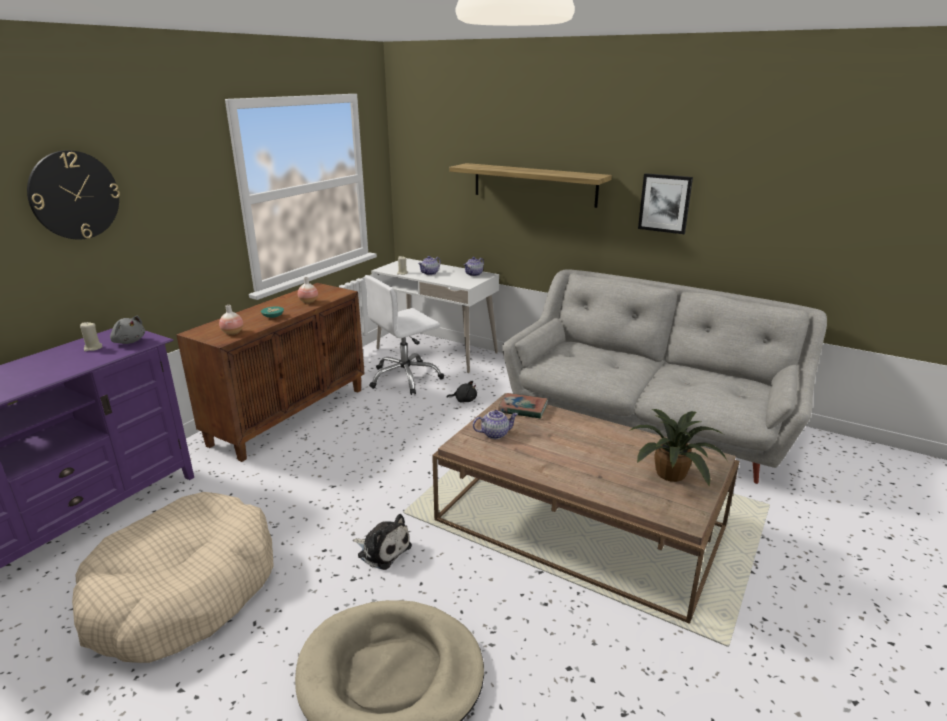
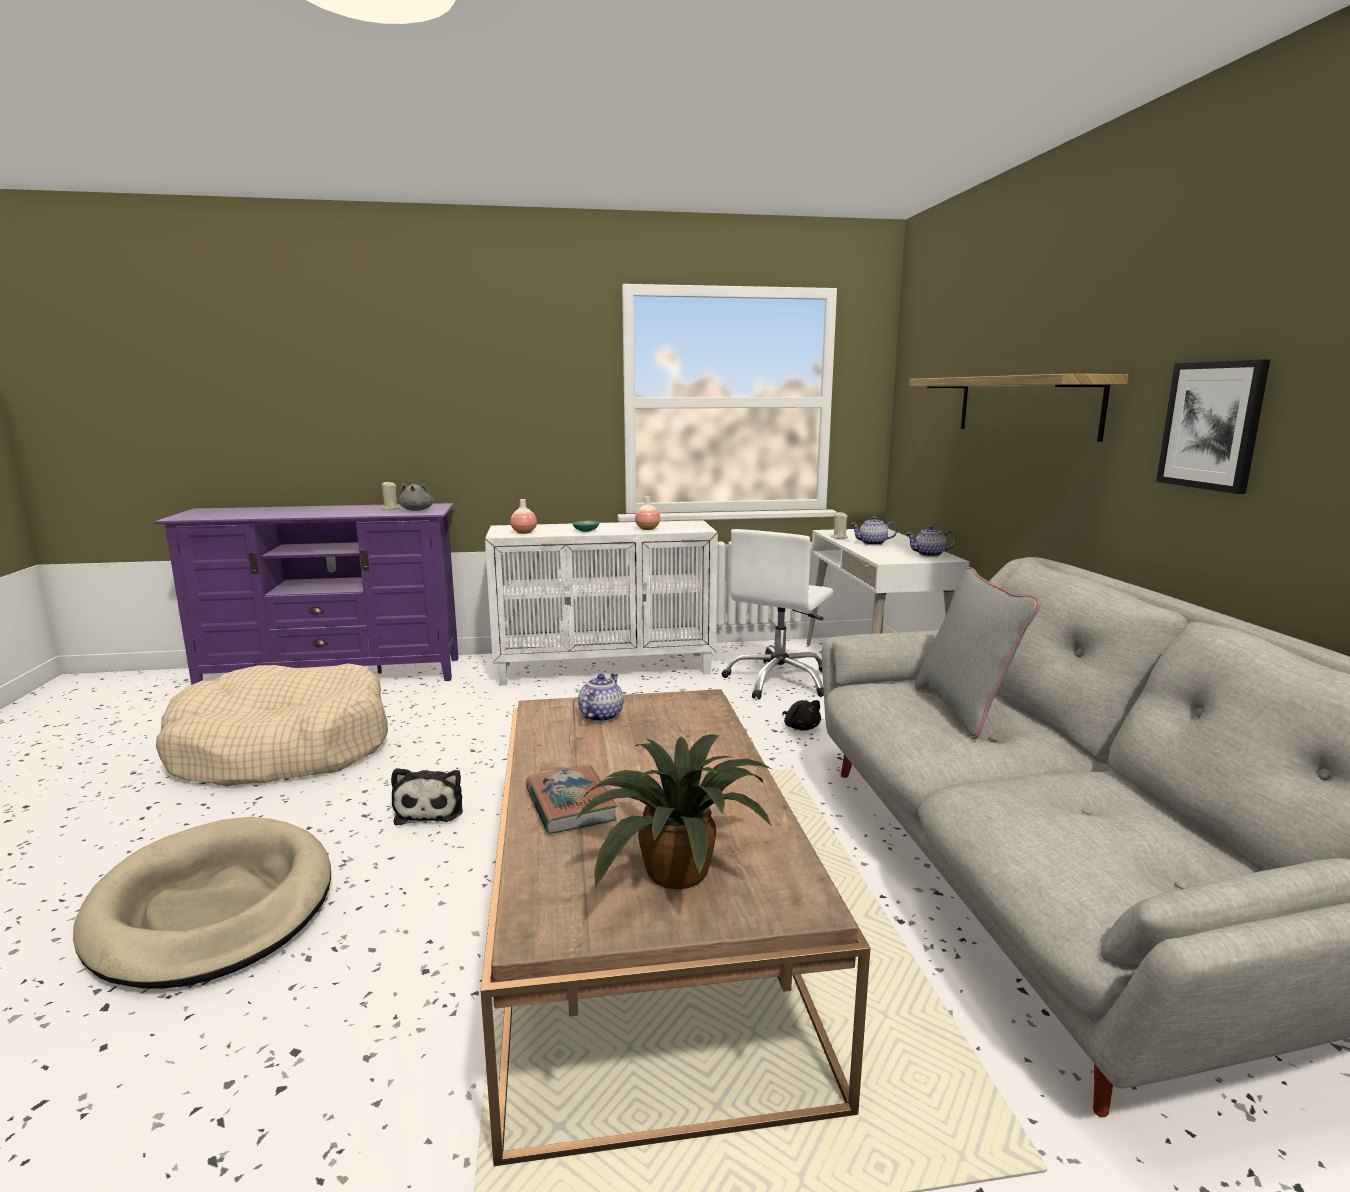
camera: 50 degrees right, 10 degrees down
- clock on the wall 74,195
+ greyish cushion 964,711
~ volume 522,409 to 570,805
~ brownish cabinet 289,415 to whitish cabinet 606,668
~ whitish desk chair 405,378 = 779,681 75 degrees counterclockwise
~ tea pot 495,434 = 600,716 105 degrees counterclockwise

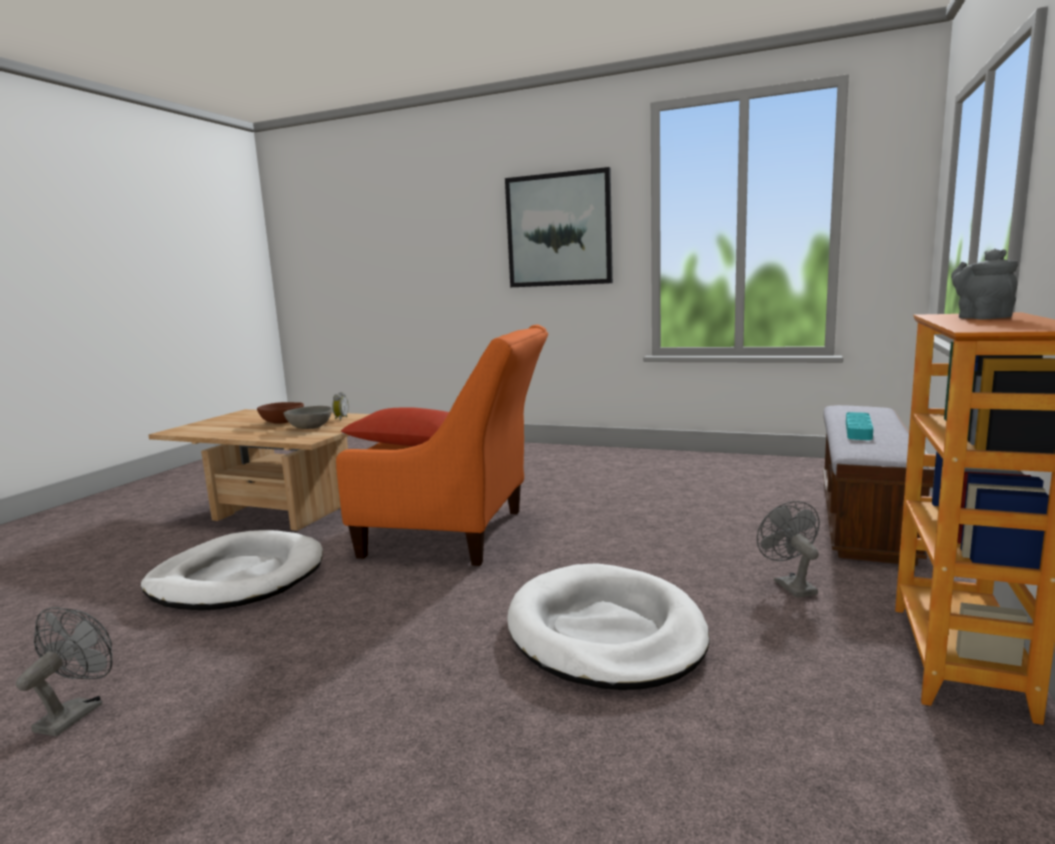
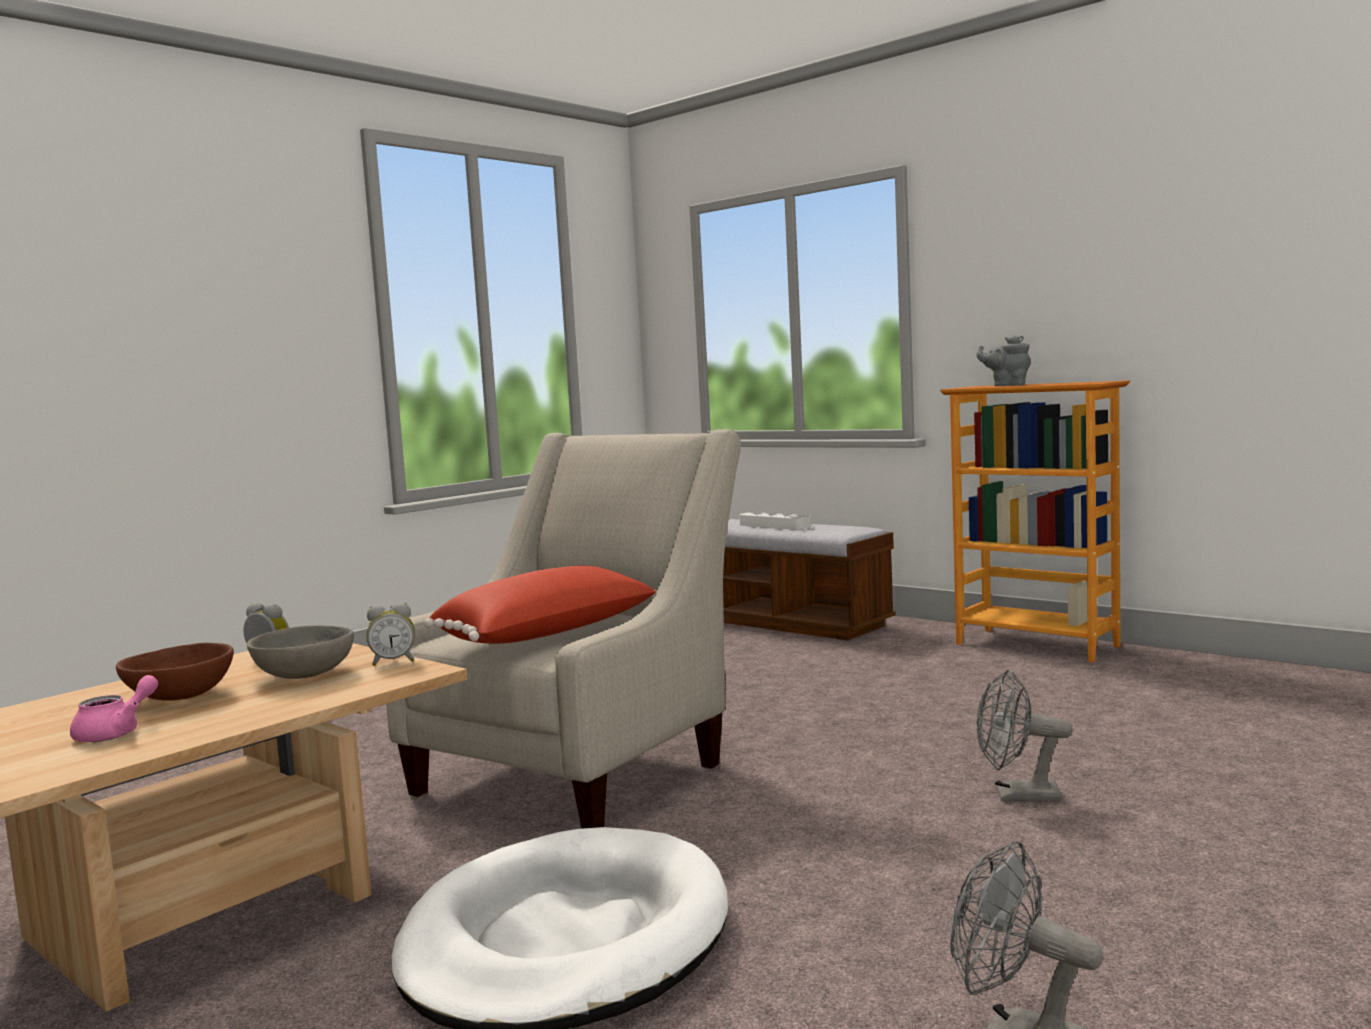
camera: 70 degrees left, 5 degrees down
- picture 559,230
- whitish dog cushion 605,632
+ pinkish tea pot 116,733
+ bedside clock 393,662
~ greyish cooling fan 790,585 to 1017,796
~ orange easy chair 457,534 to beige-coloured easy chair 582,771
~ turquoise tray 858,430 to whitish tray 774,525

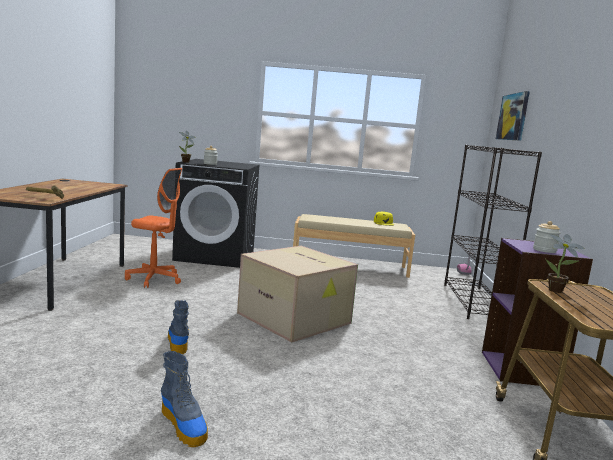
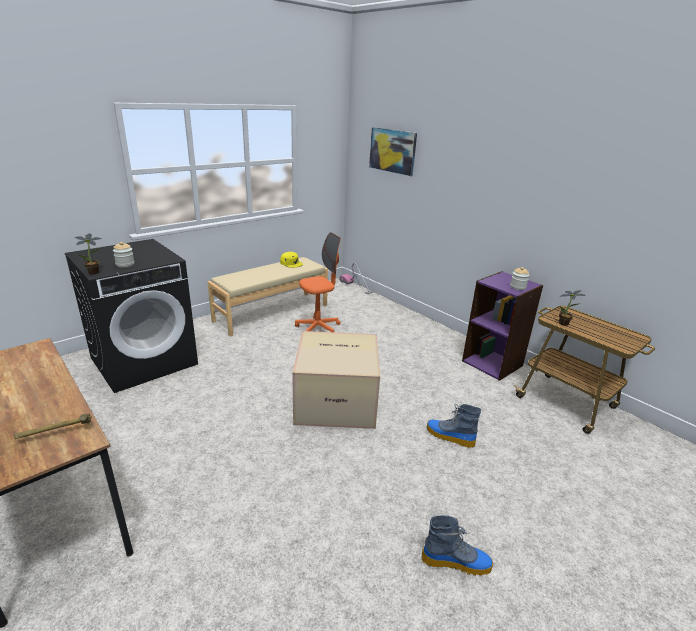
camera: 45 degrees left, 15 degrees up
- blackish bookshelf 474,302
~ orange desk chair 154,279 to 318,328
~ high-top boot 178,342 to 449,436

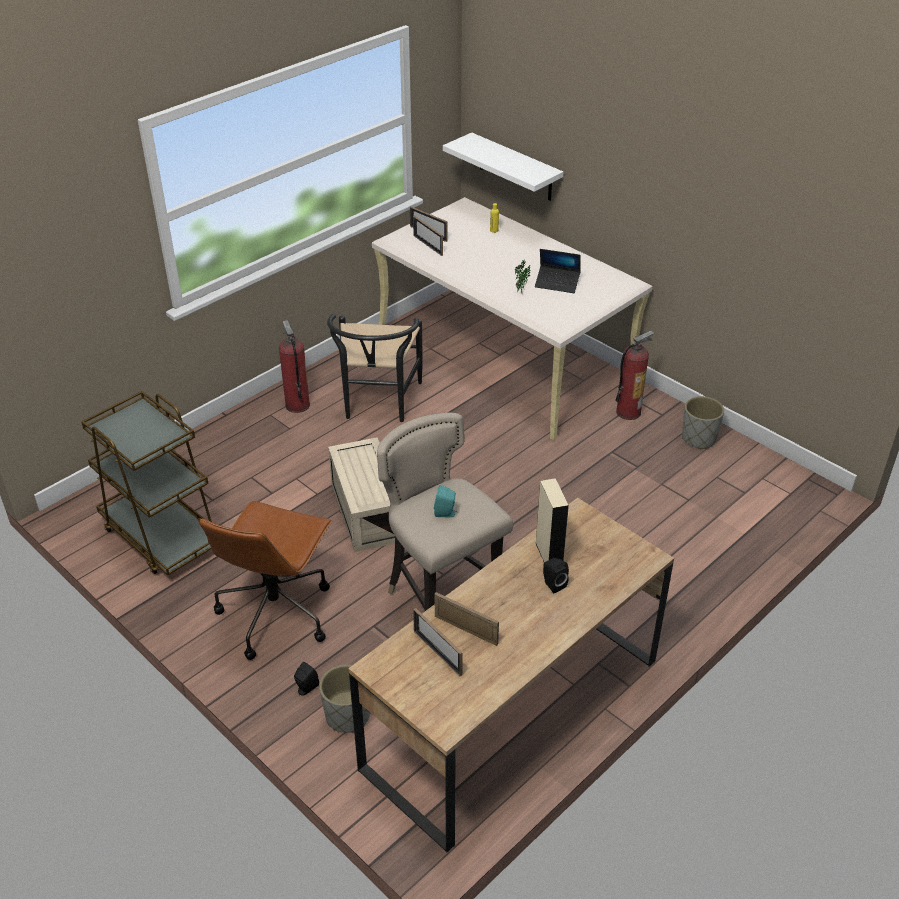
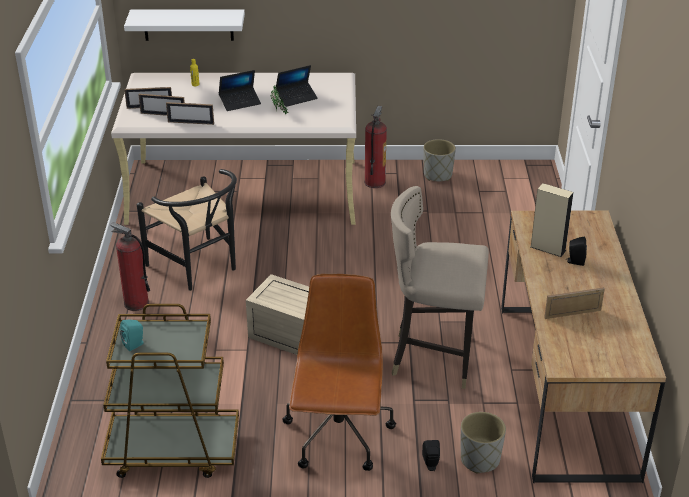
camera: 45 degrees left, 5 degrees down
+ portable computer 240,102
~ picture frame 437,652 to 191,123
~ turquoise loudspeaker 446,513 to 135,344
~ brownish desk chair 276,612 = 338,437 150 degrees counterclockwise

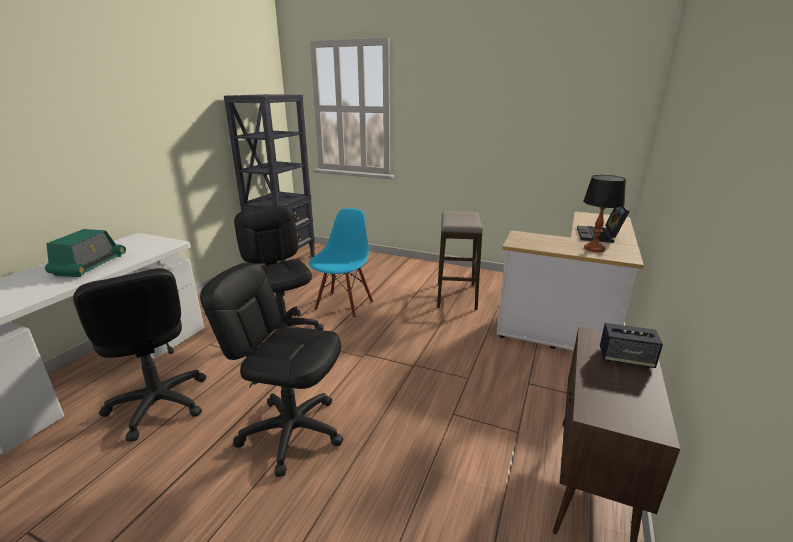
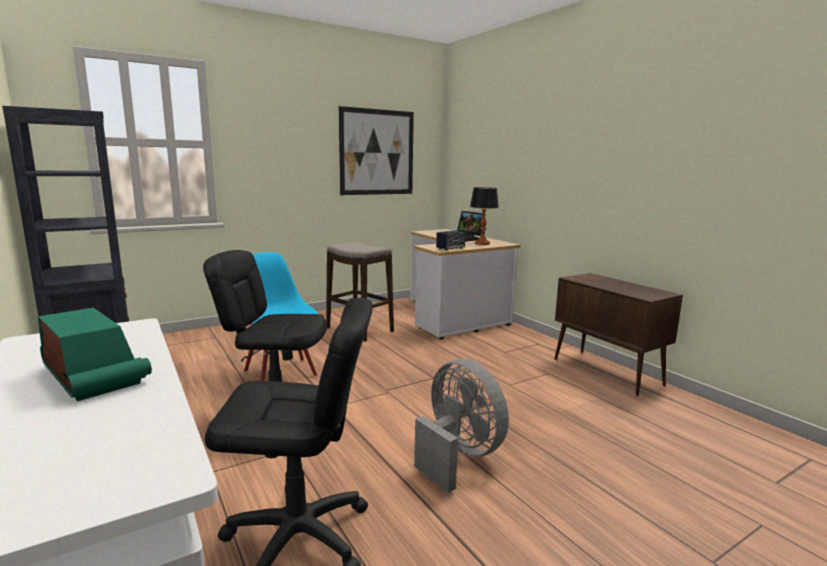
camera: 55 degrees left, 10 degrees down
+ picture 377,152
~ loudspeaker 625,359 to 450,248
~ blackish desk chair 292,431 to greyish cooling fan 458,456

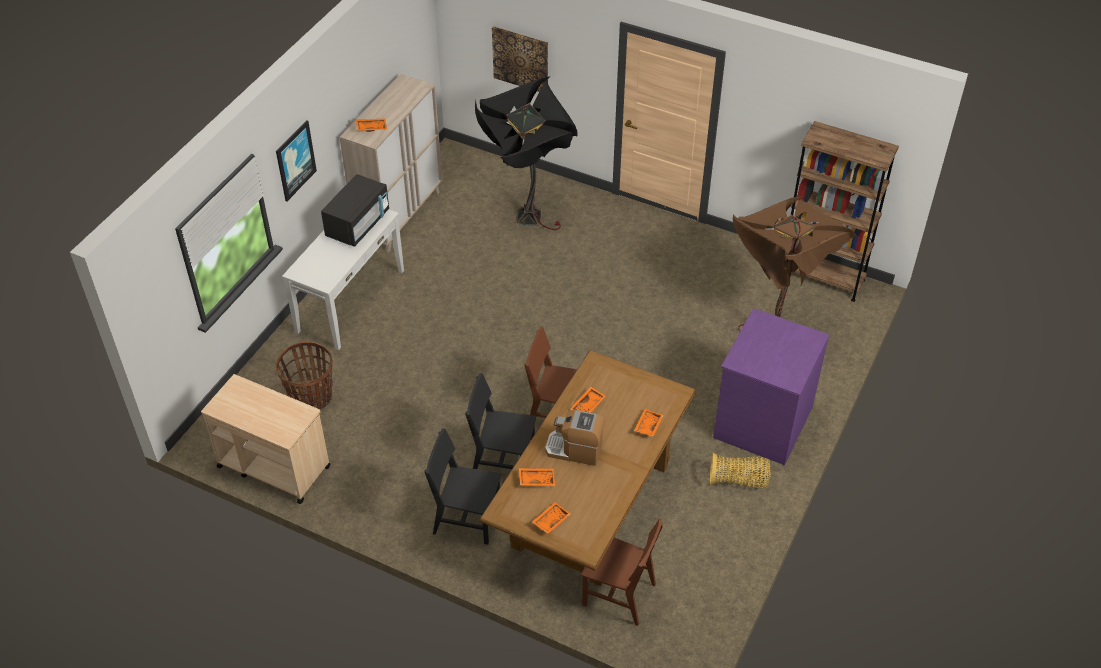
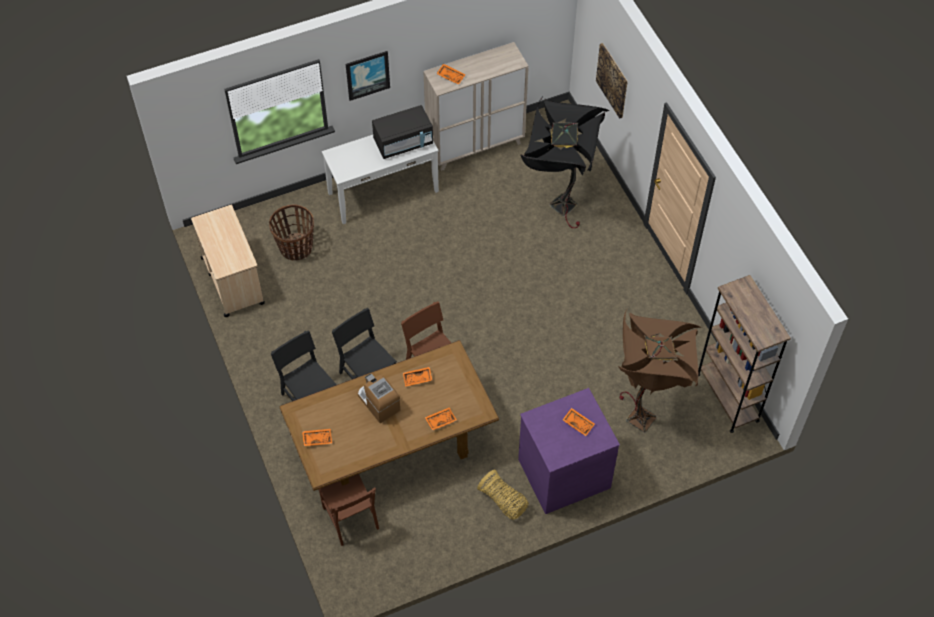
camera: 40 degrees right, 10 degrees up
~ orange tray 536,479 to 578,423

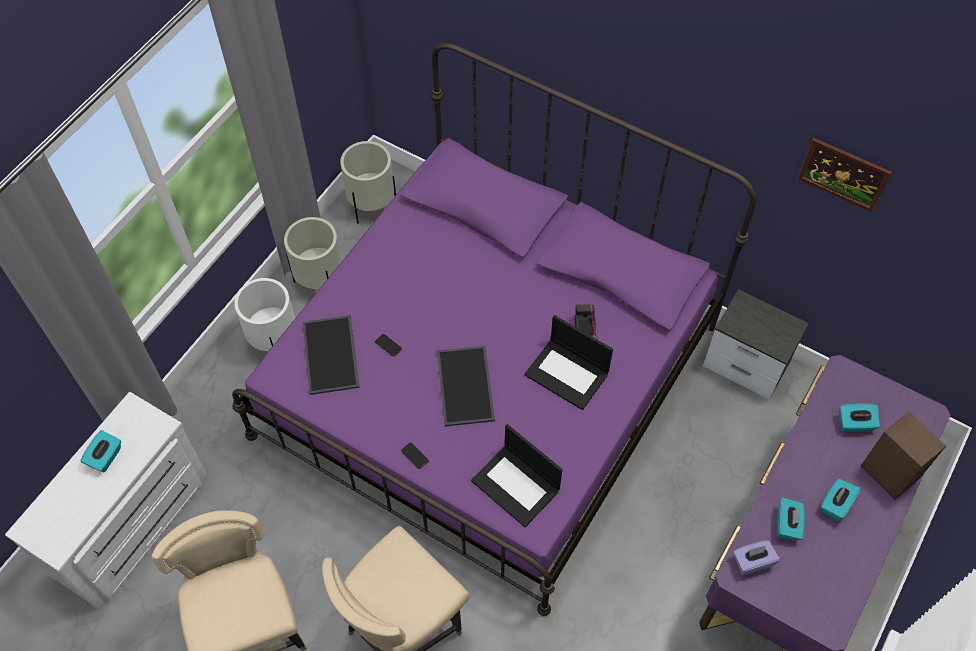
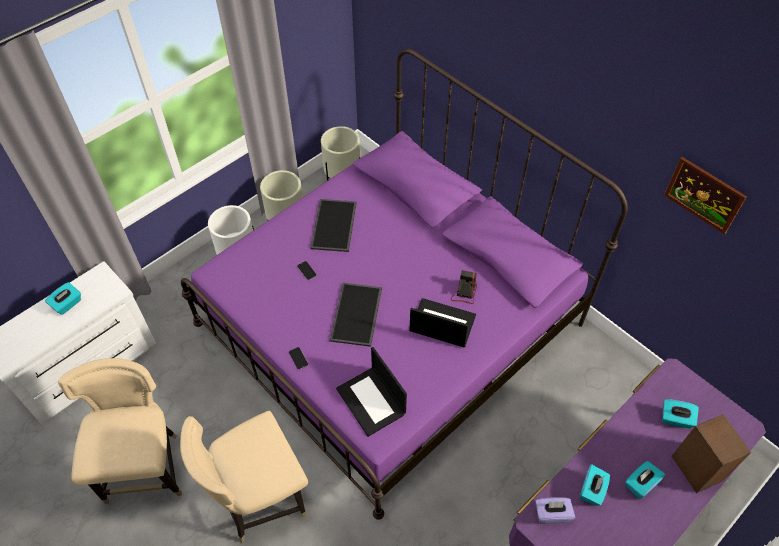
camera: 15 degrees right, 5 degrees down
- night table 747,365
~ tray 332,355 to 335,226
~ portable computer 568,374 = 441,324 150 degrees clockwise

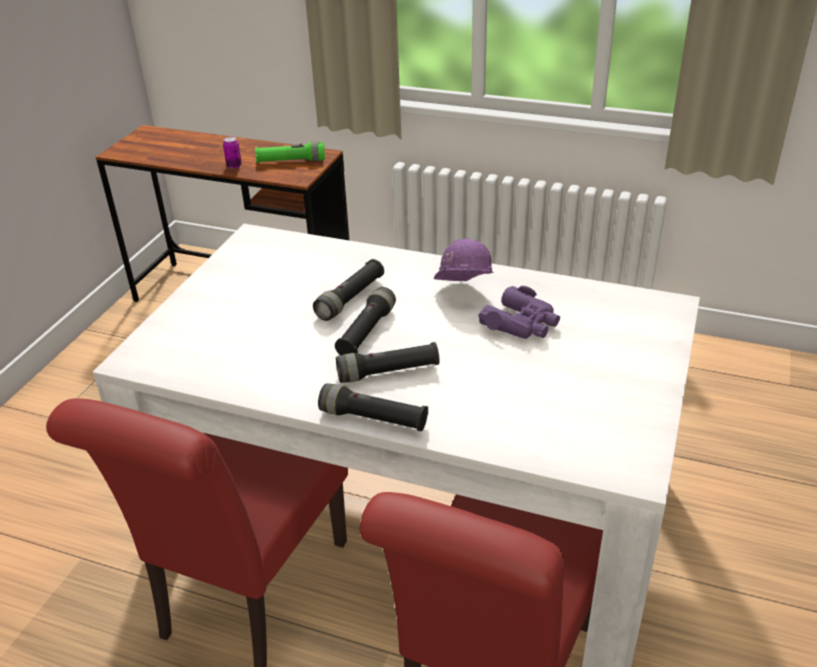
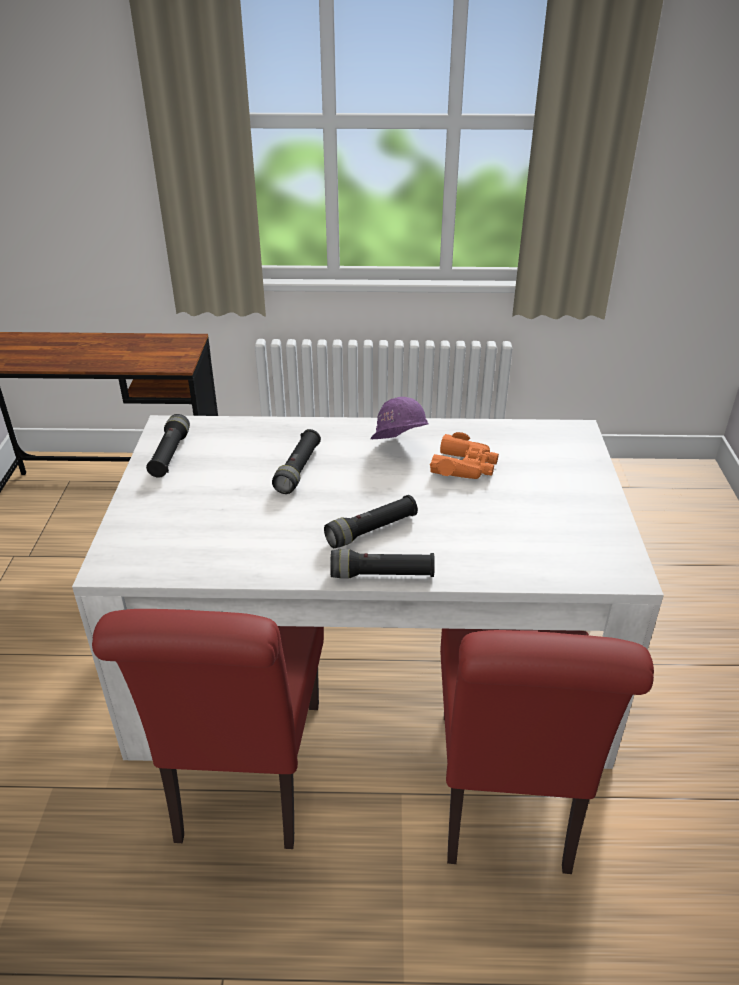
camera: 20 degrees left, 0 degrees up
- sealed can 234,166
- green-coloured torch 291,161
~ blackish torch 366,332 to 170,455
~ purple pair of binoculars 521,323 to orange pair of binoculars 464,466

